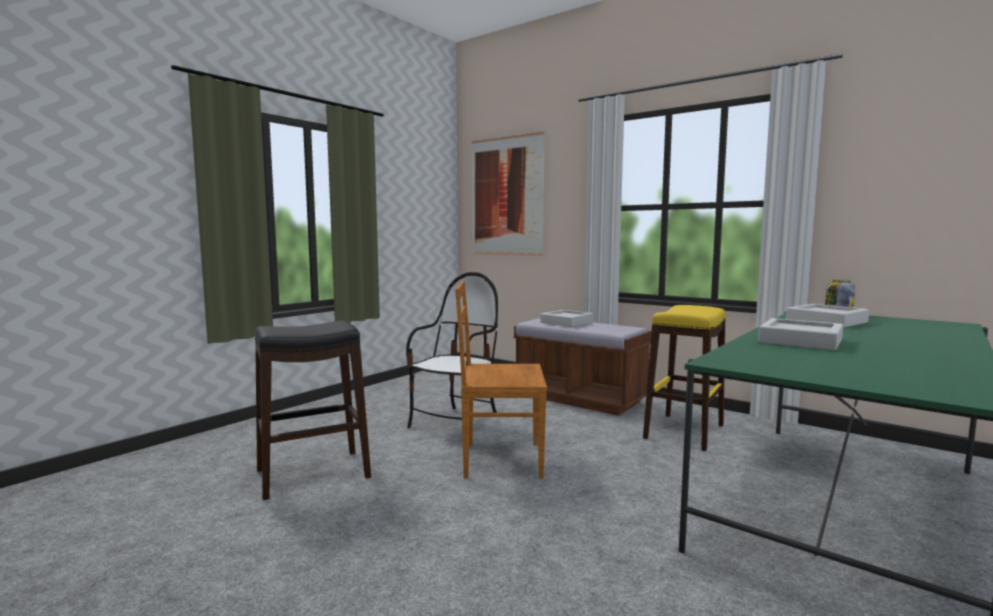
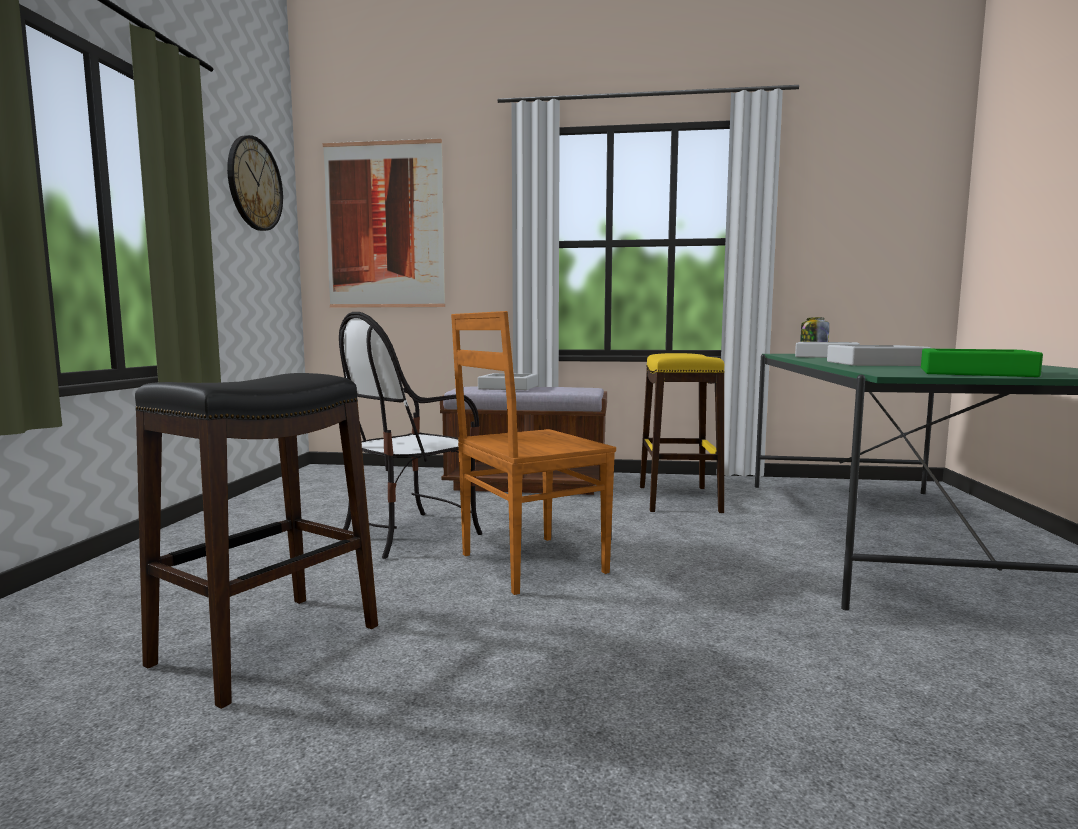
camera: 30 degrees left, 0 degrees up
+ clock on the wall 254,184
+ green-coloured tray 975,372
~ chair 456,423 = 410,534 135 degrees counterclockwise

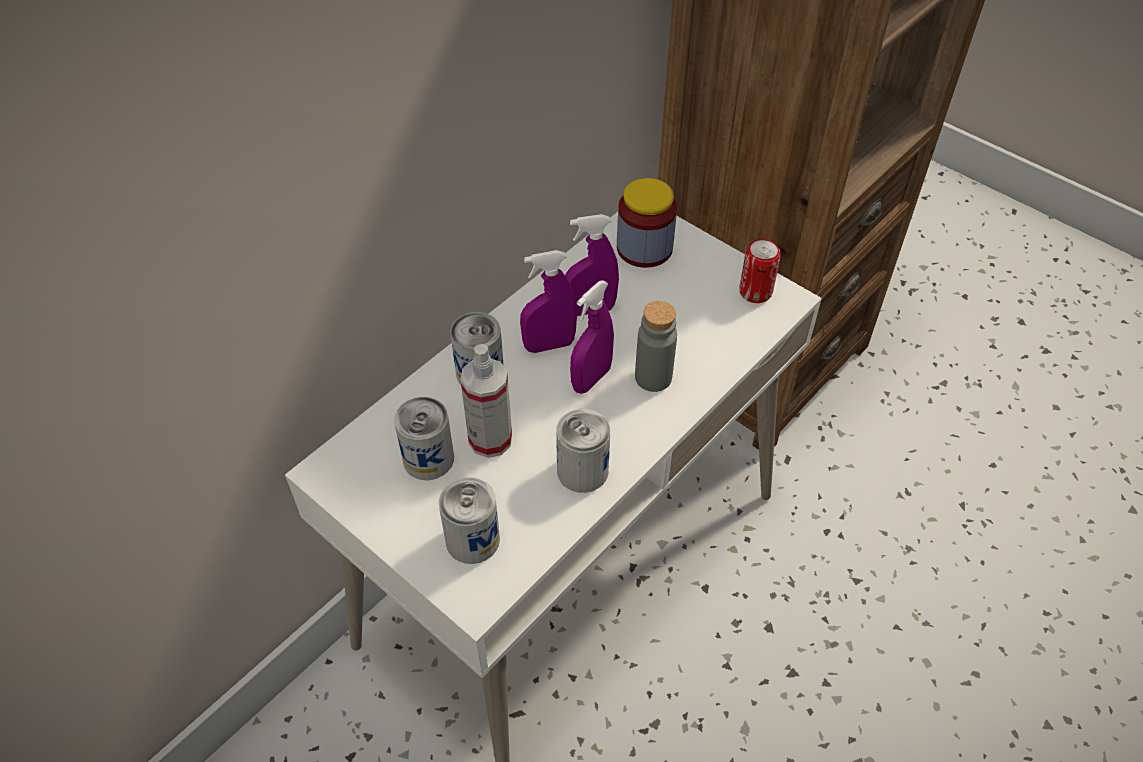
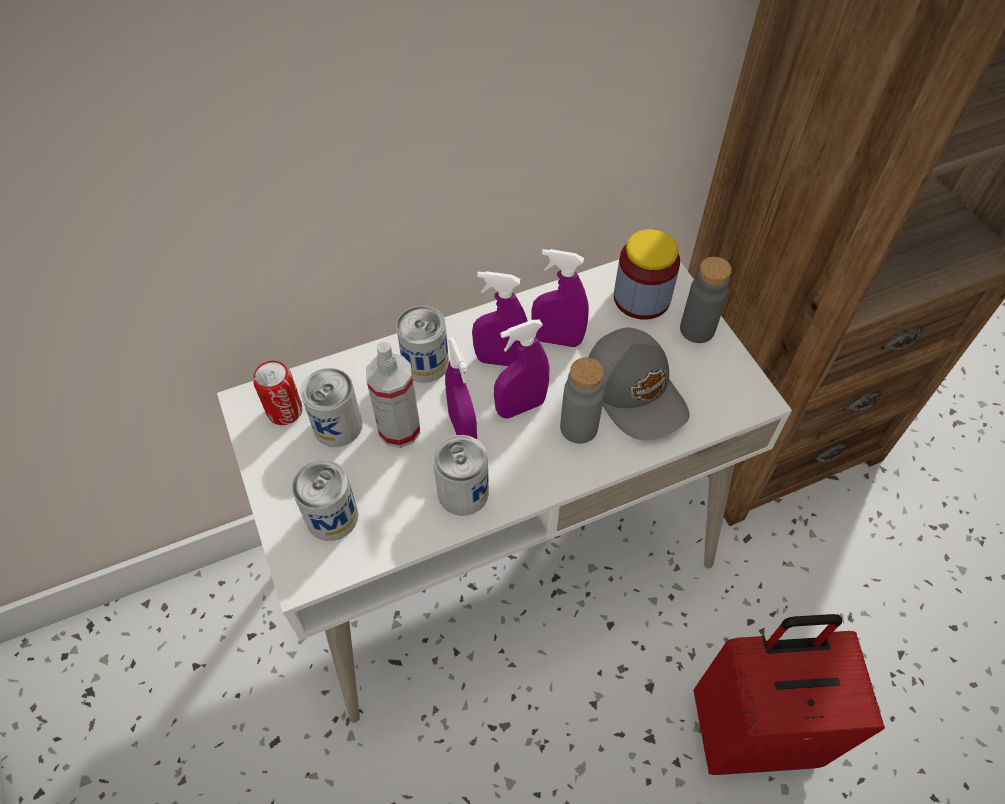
camera: 25 degrees right, 5 degrees up
+ purple hand sprayer 462,429
+ greyish baseball cap 636,391
+ greyish bottle 697,329
+ reddish suitcase 752,729
~ sealed can 755,292 to 285,411

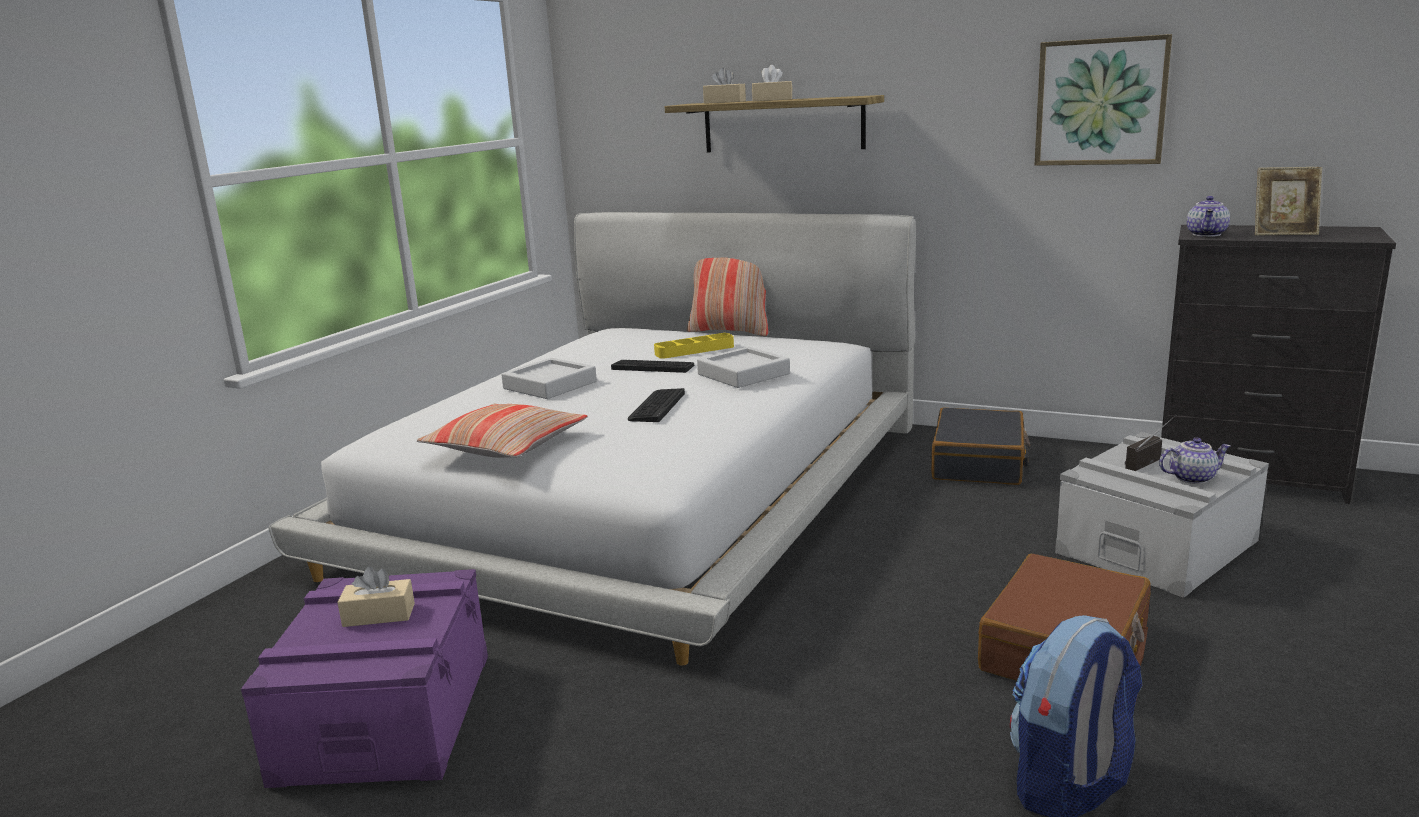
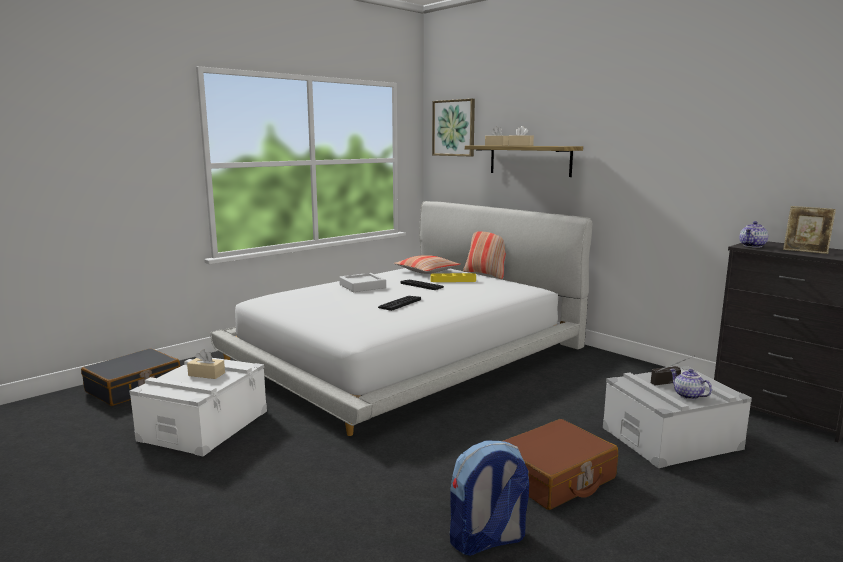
camera: 20 degrees right, 5 degrees down
- greyish tray 743,374
~ cushion 506,446 to 427,271
~ blackish suitcase 979,463 to 134,388
~ picture 1101,102 to 454,128
~ purple storage container 386,716 to whitish storage container 204,425
~ tea pot 1192,478 = 687,395 135 degrees counterclockwise

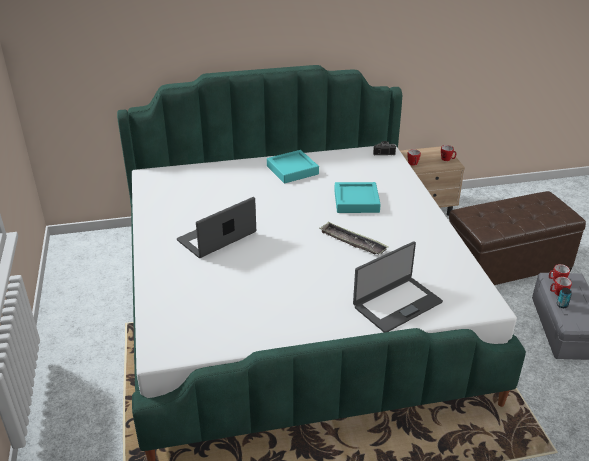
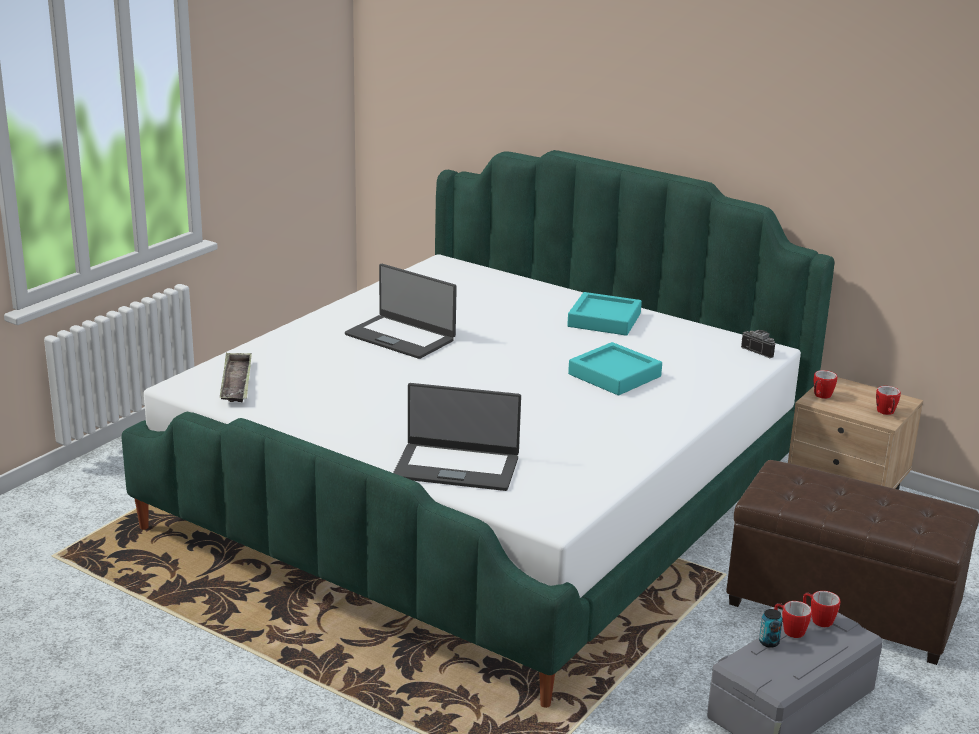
camera: 45 degrees right, 10 degrees down
~ tray 352,242 to 236,383
~ portable computer 217,237 = 401,337 150 degrees counterclockwise

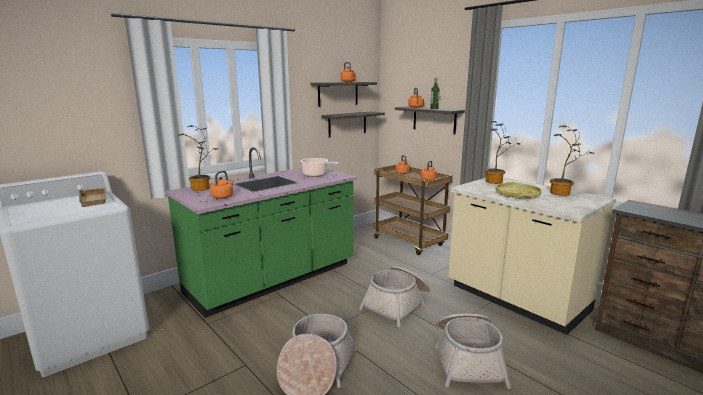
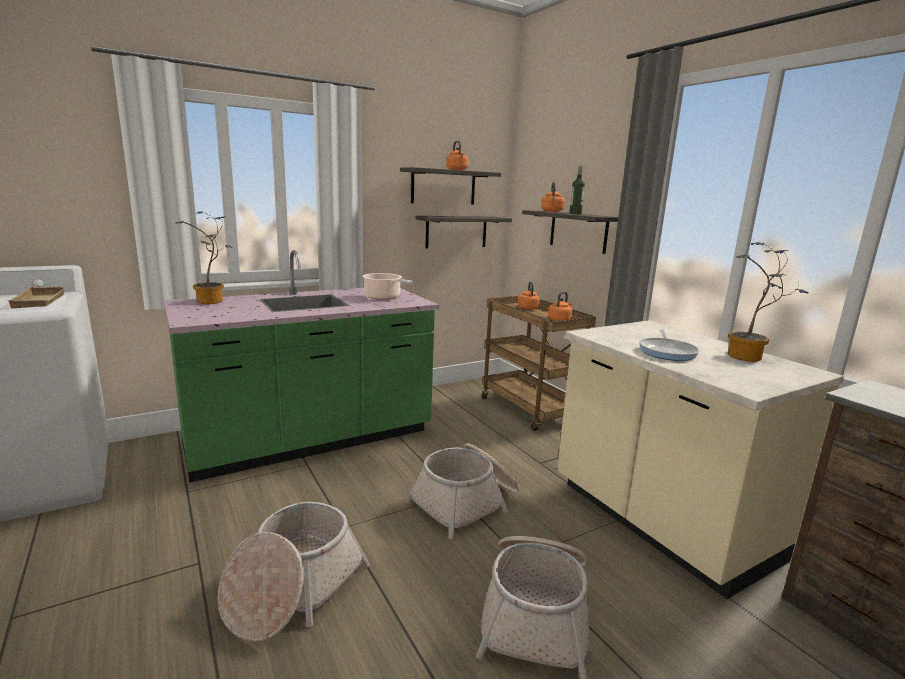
camera: 10 degrees right, 0 degrees up
- orange tea kettle 223,196
- potted plant 496,182
~ yellow tray 517,194 to skillet 667,352

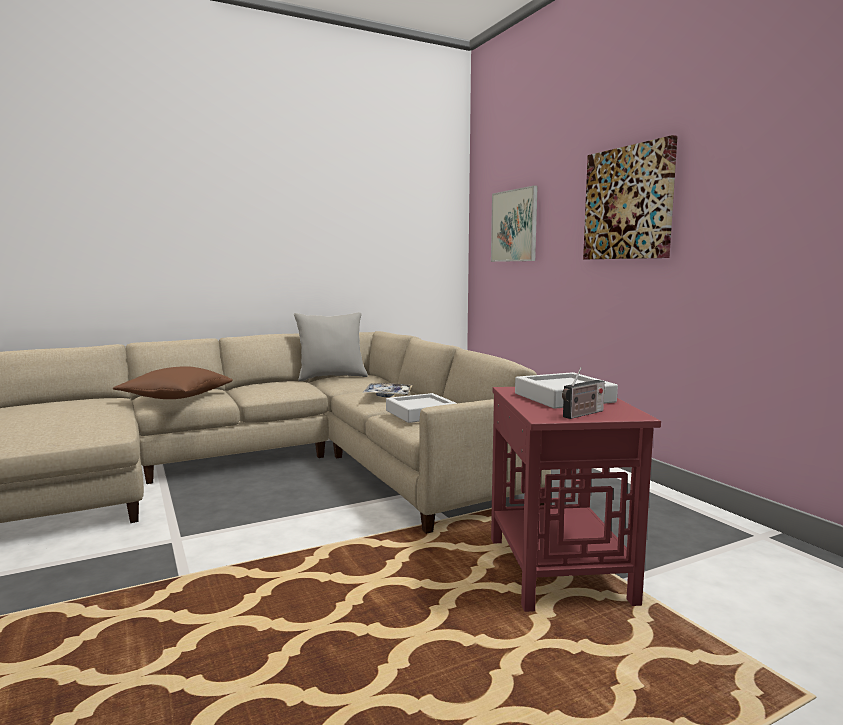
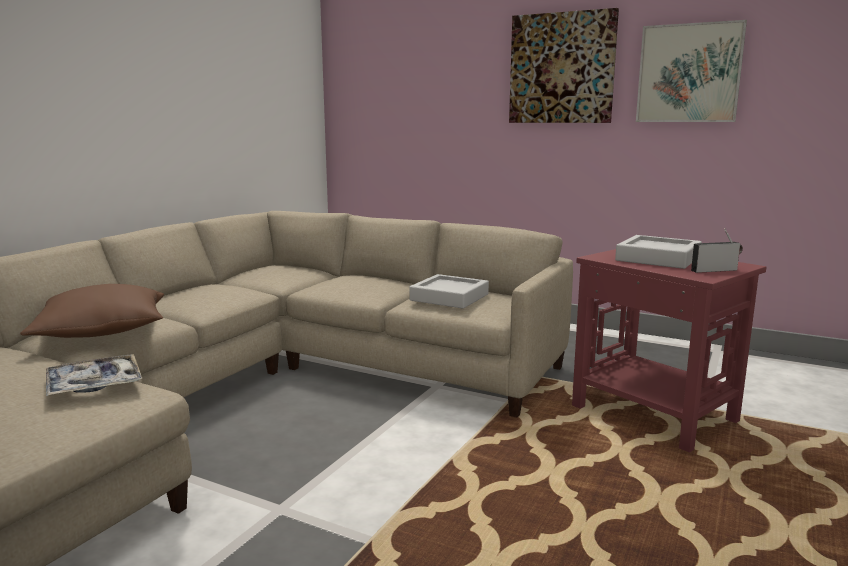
camera: 35 degrees left, 5 degrees up
- greyish cushion 331,377
~ tray 388,395 to 94,384
~ picture 514,225 to 689,73
~ radio set 582,414 = 715,270 120 degrees counterclockwise

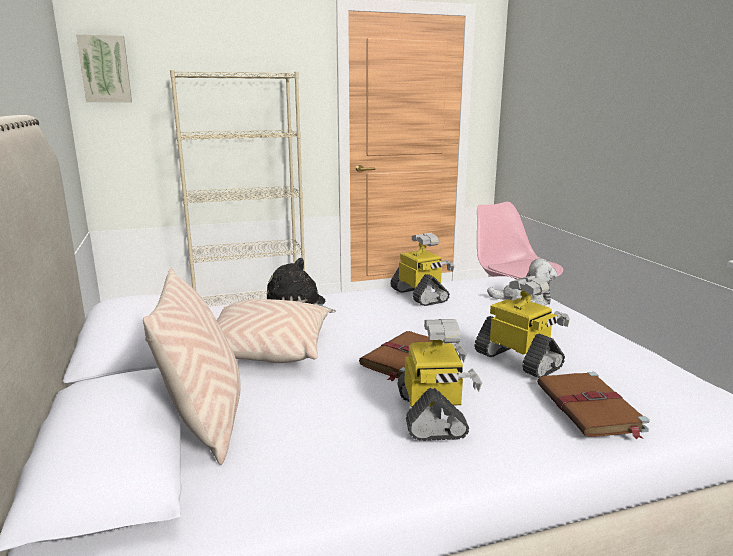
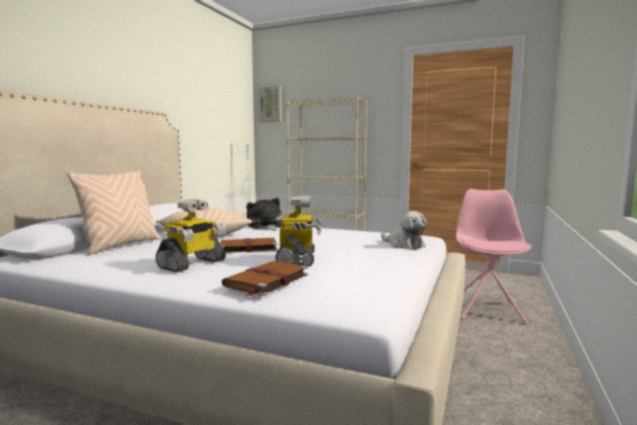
camera: 40 degrees right, 10 degrees down
- model robot 420,295

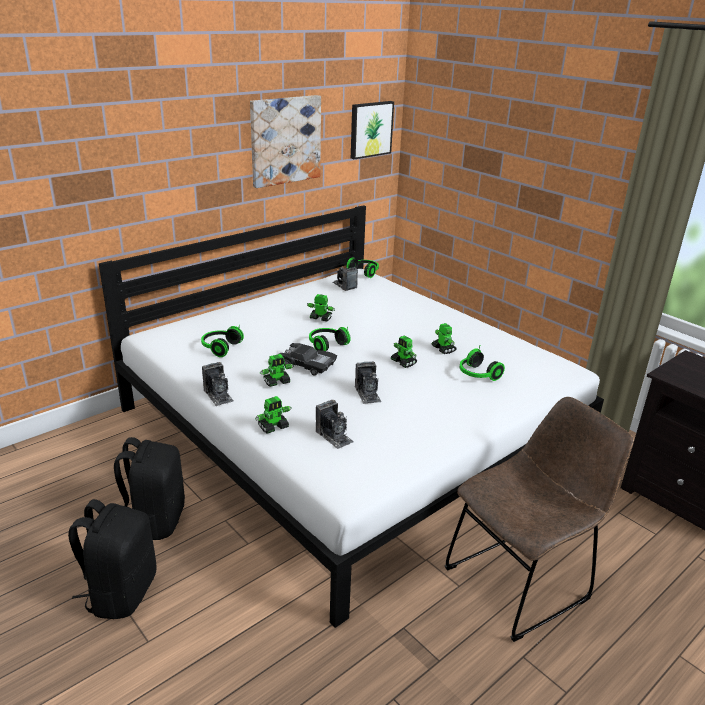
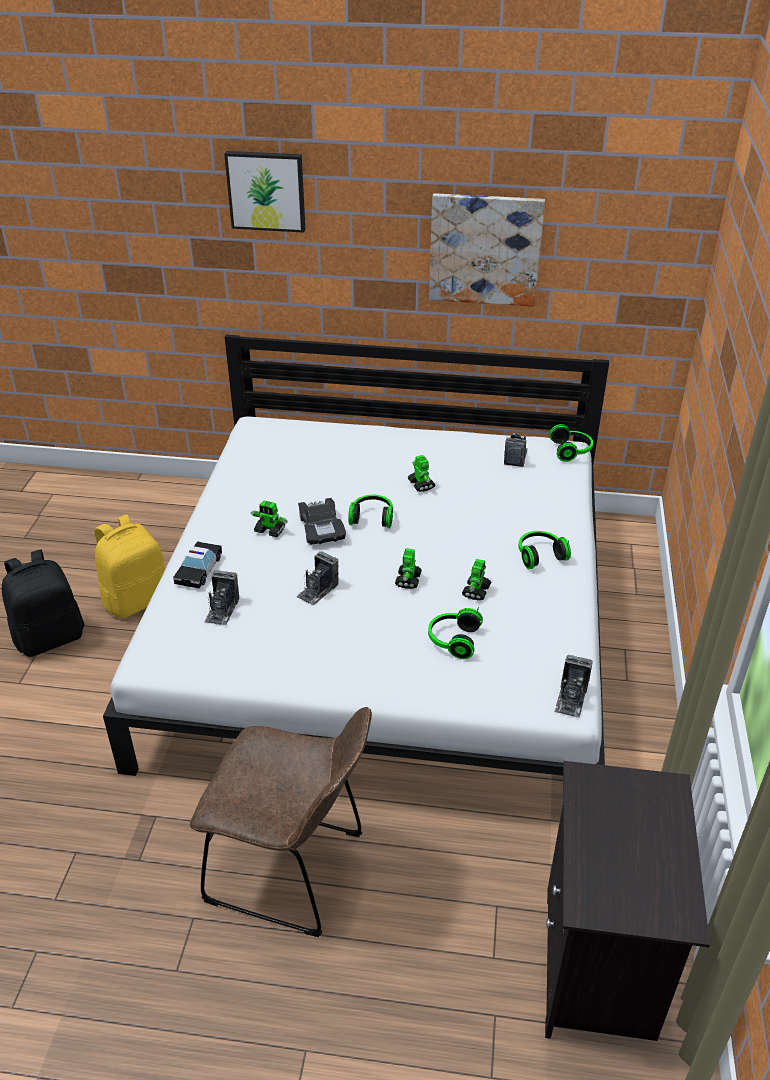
camera: 50 degrees right, 10 degrees up
~ headset 220,348 to 539,555
~ still camera 218,395 to 571,698
~ picture 370,129 to 266,190
~ model robot 274,427 to model car 199,570
~ blackish knapsack 155,520 to yellow knapsack 136,600

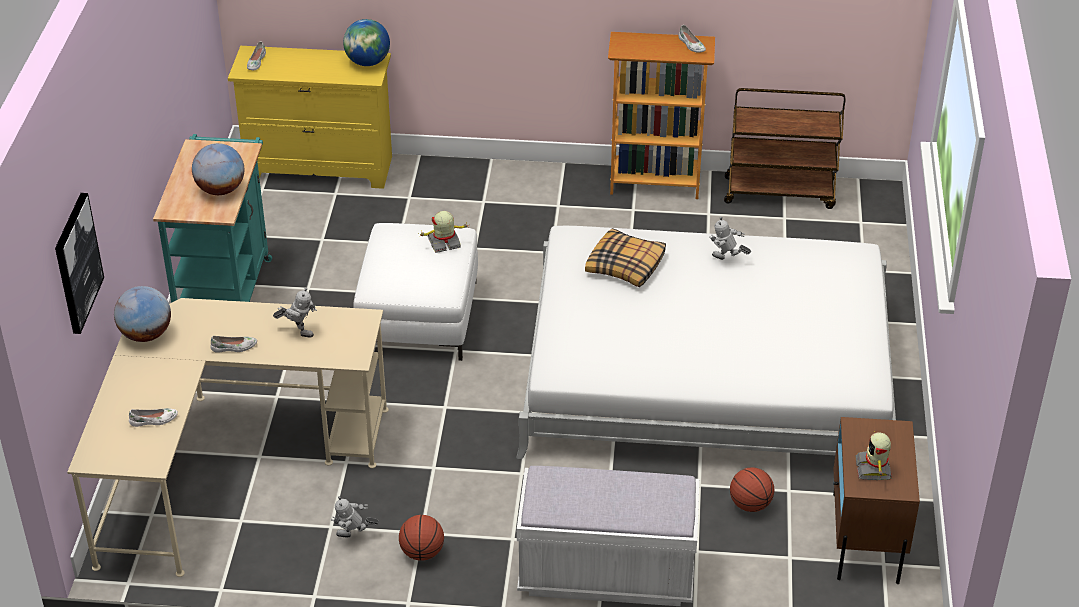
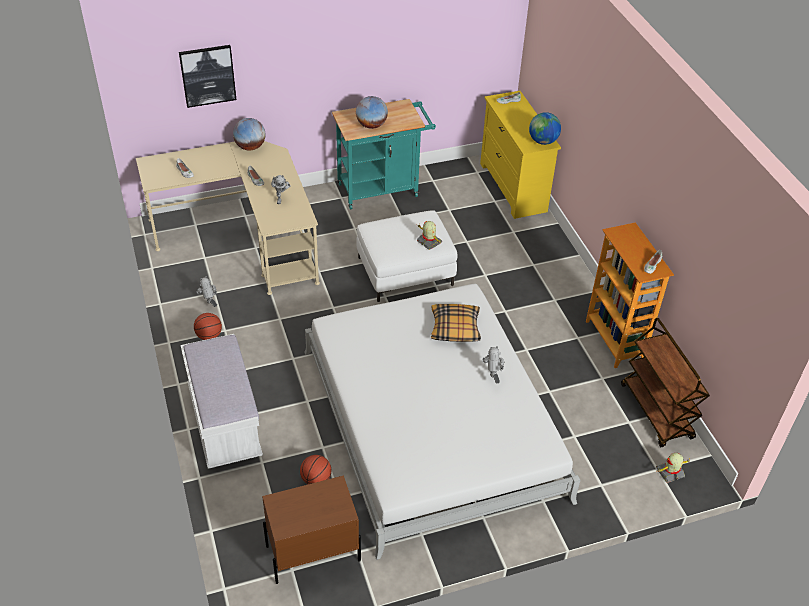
camera: 65 degrees right, 5 degrees up
~ model robot 874,469 to 670,473

